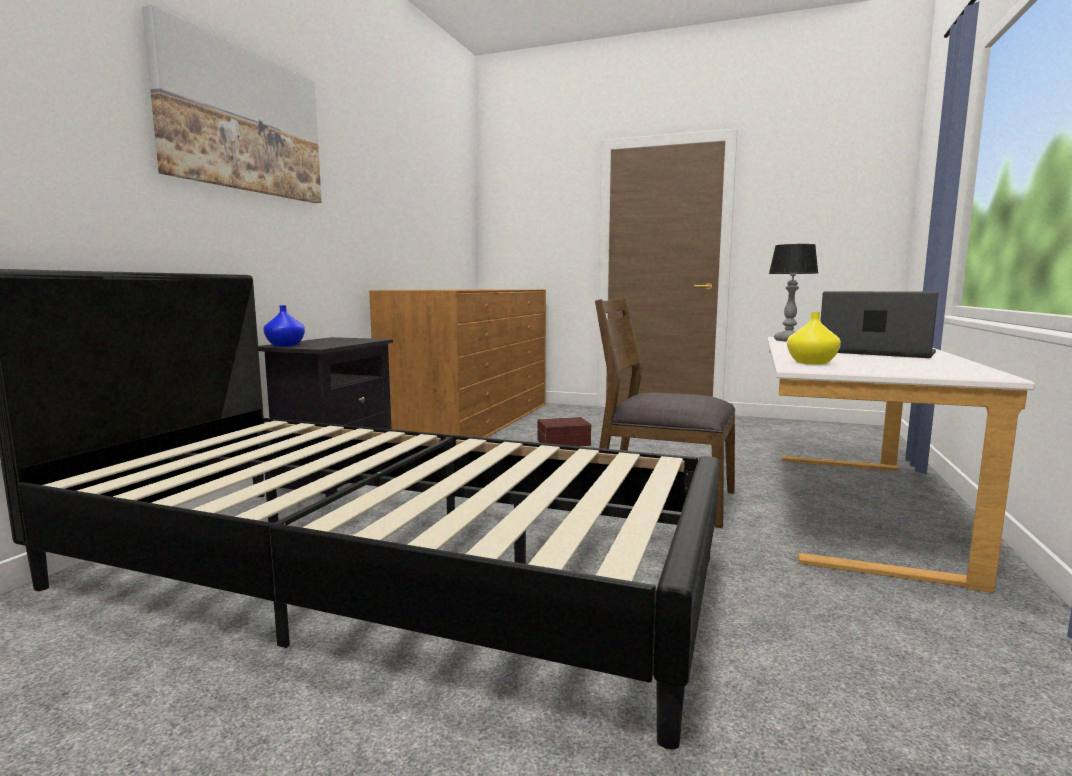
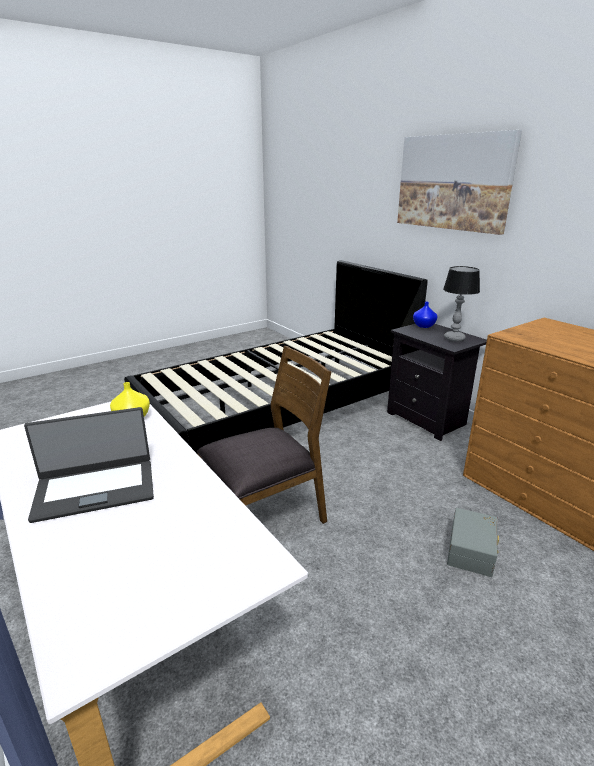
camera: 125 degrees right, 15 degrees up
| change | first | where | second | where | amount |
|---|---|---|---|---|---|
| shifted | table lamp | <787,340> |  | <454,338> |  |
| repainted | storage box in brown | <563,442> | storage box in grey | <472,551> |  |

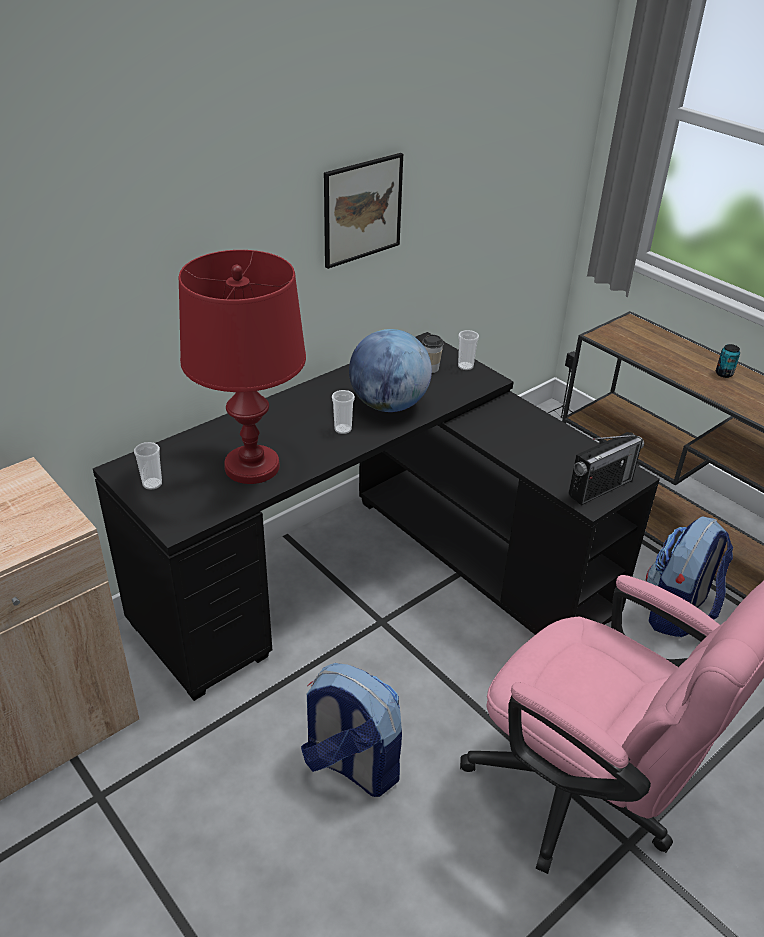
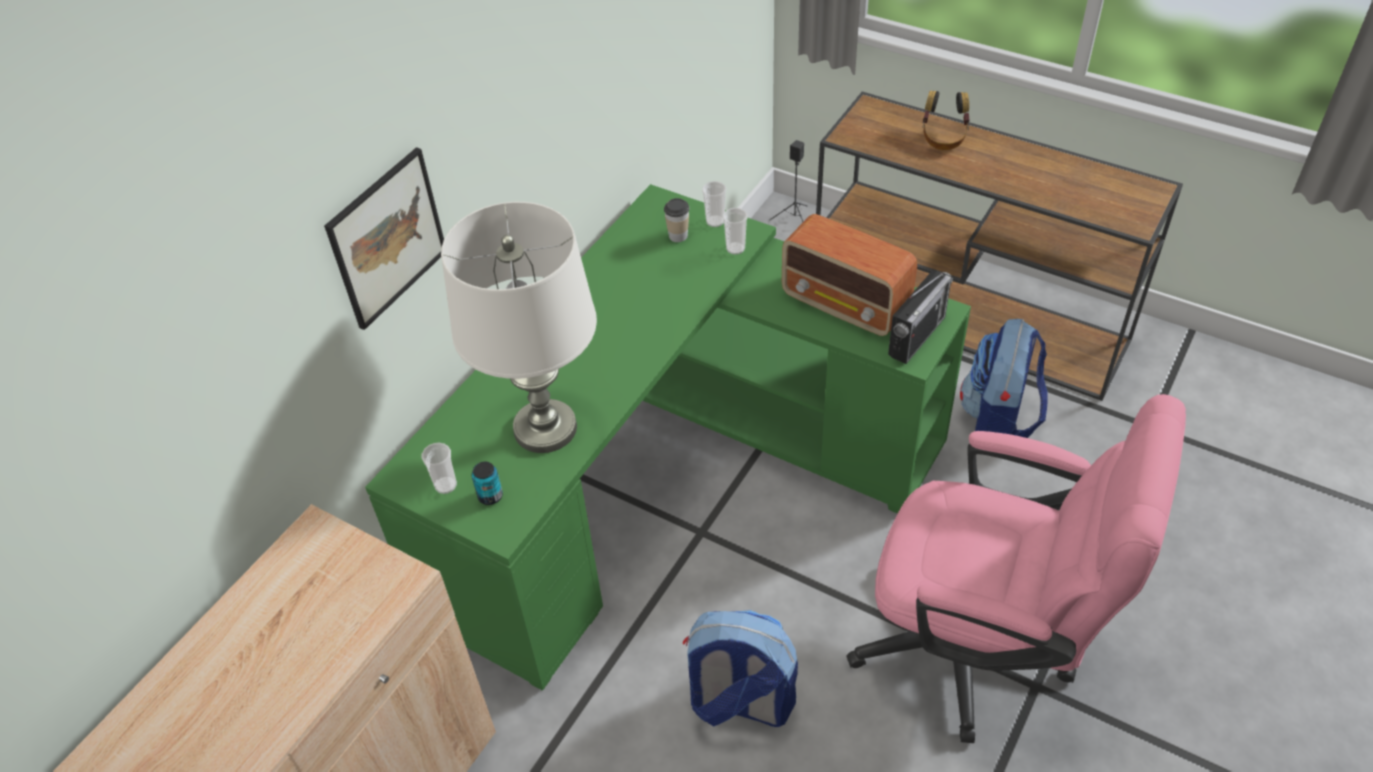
camera: 15 degrees left, 10 degrees up
| change | first | where | second | where | amount |
|---|---|---|---|---|---|
| shifted | picture | <362,210> |  | <387,238> |  |
| repainted | table lamp in red | <251,467> | table lamp in white | <545,428> |  |
| gone | globe | <388,405> |  |  |  |
| repainted | desk in black | <376,576> | desk in green | <672,480> |  |
| shifted | can | <724,373> |  | <490,496> |  |
| shifted | cup | <343,429> |  | <735,248> |  |
| new |  |  | headphones | <943,137> |  |
| new |  |  | radio | <846,305> |  |

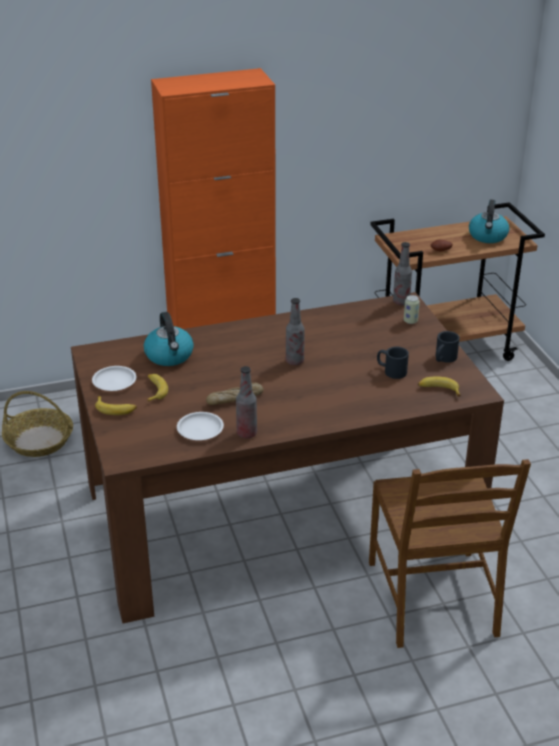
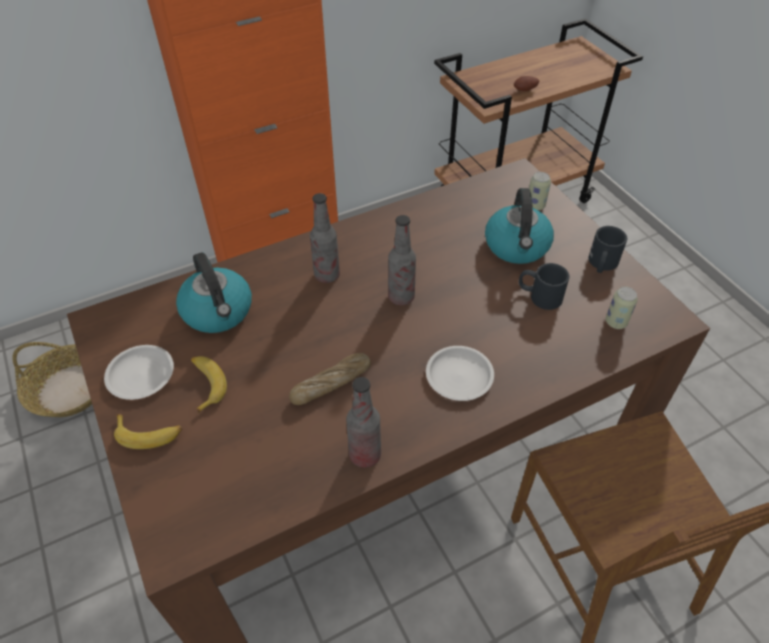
camera: 10 degrees left, 15 degrees up
| change | first | where | second | where | amount |
|---|---|---|---|---|---|
| shifted | kettle | <488,236> |  | <517,246> |  |
| shifted | bottle | <401,302> |  | <327,275> |  |
| swapped | banana | <438,390> | can | <616,322> |  |
| shifted | plate in white | <200,429> |  | <459,375> |  |

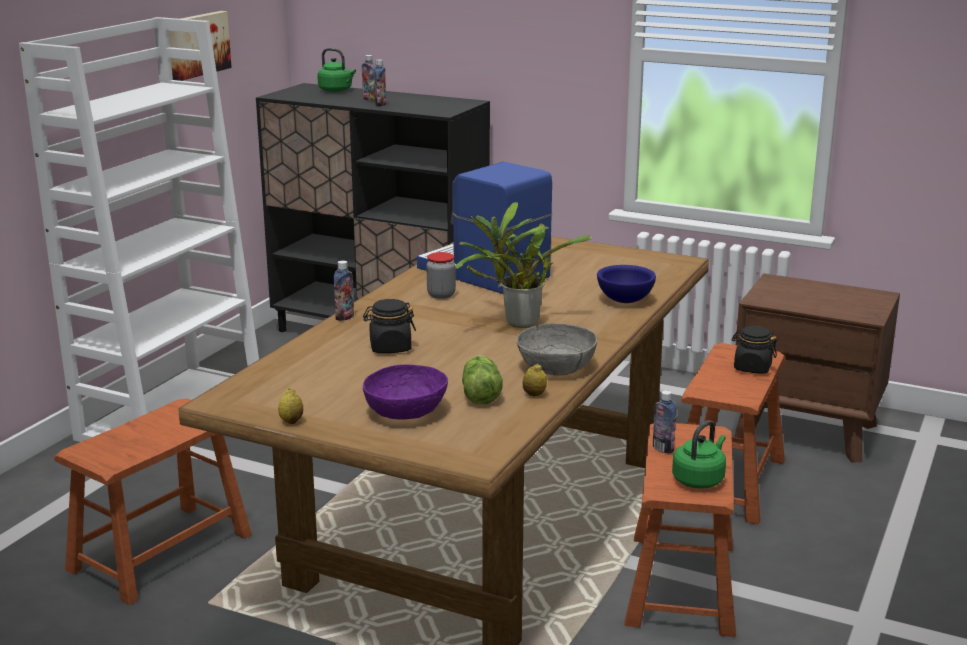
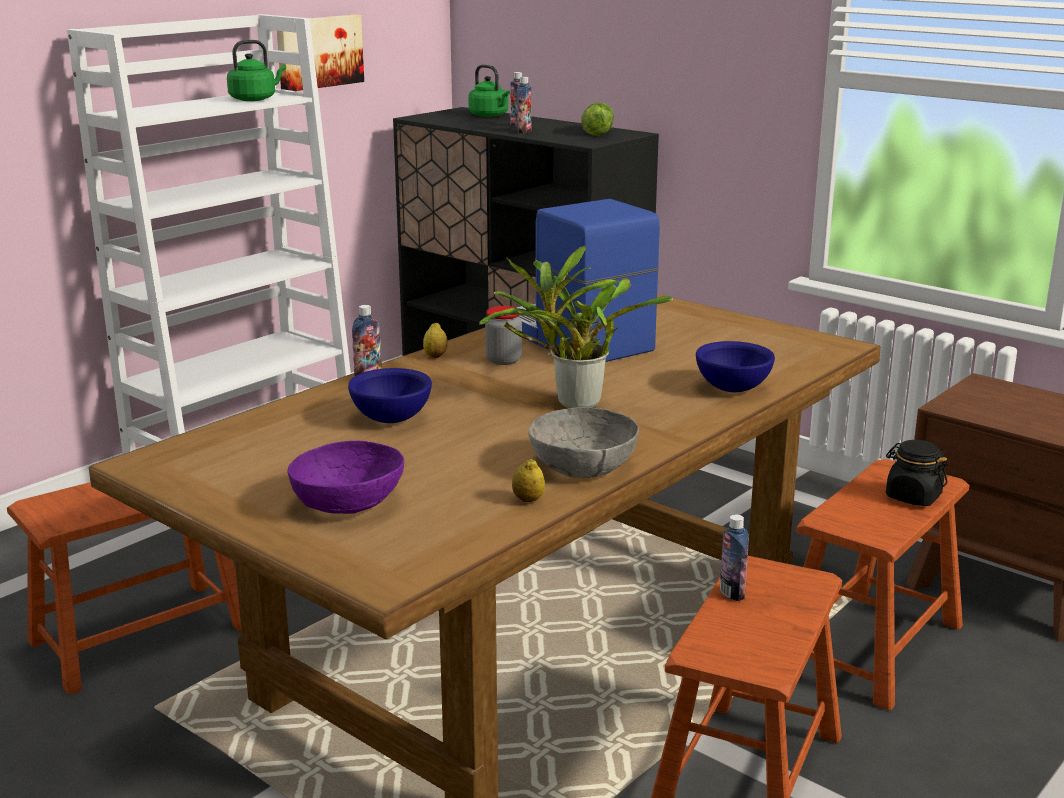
camera: 15 degrees right, 0 degrees up
| change | first | where | second | where | amount |
|---|---|---|---|---|---|
| swapped | jar in black | <390,348> | bowl in blue | <392,419> |  |
| shifted | lettuce | <480,393> |  | <598,132> |  |
| shifted | lemon | <291,421> |  | <435,356> |  |
| shifted | kettle in green | <699,479> |  | <255,99> |  |

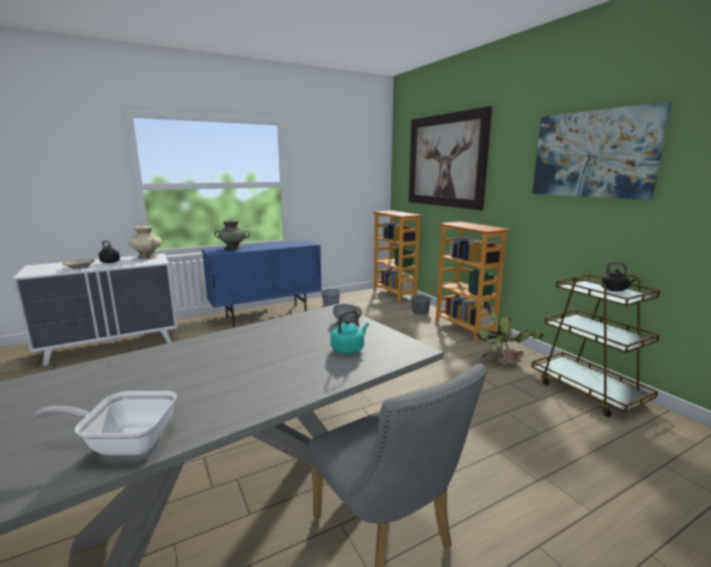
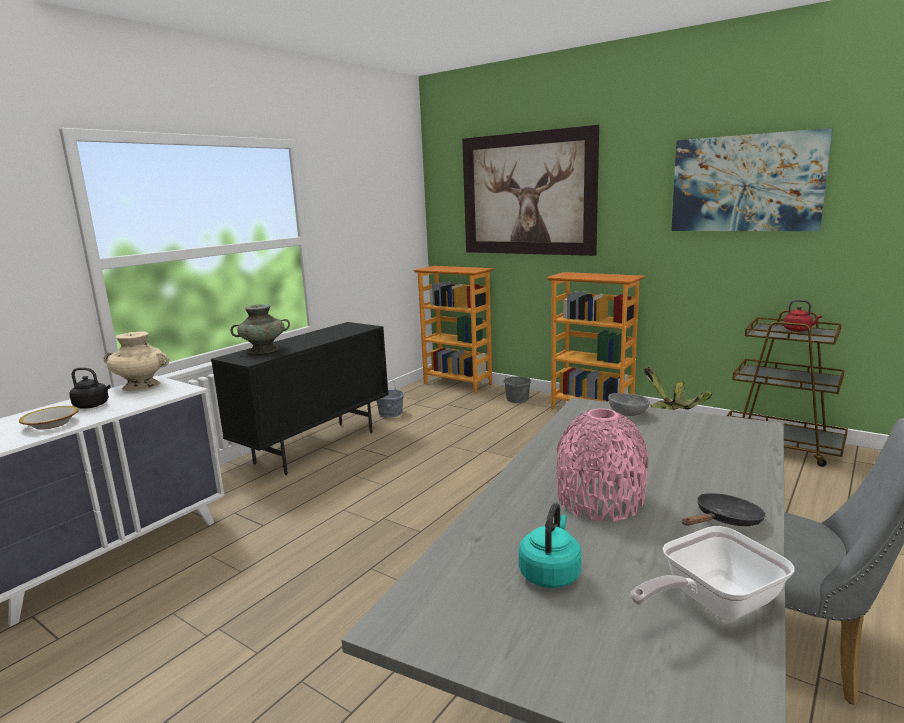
camera: 25 degrees left, 0 degrees up
| change | first | where | second | where | amount |
|---|---|---|---|---|---|
| repainted | cabinet in blue | <267,315> | cabinet in black | <316,447> |  |
| repainted | kettle in black | <615,290> | kettle in red | <799,330> |  |
| shifted | kettle in turquoise | <349,349> |  | <550,573> |  |
| new |  |  | vase in pink | <600,500> |  |
| new |  |  | frying pan in black | <724,520> |  |

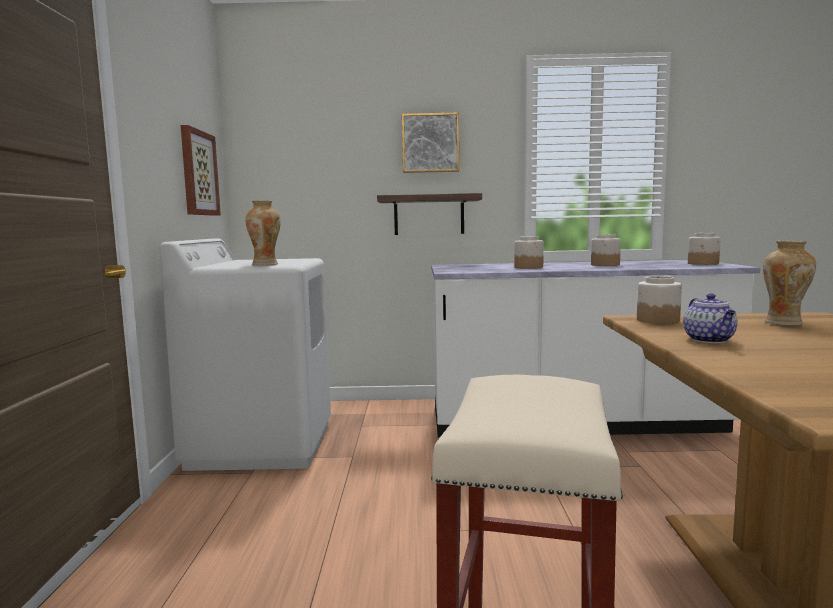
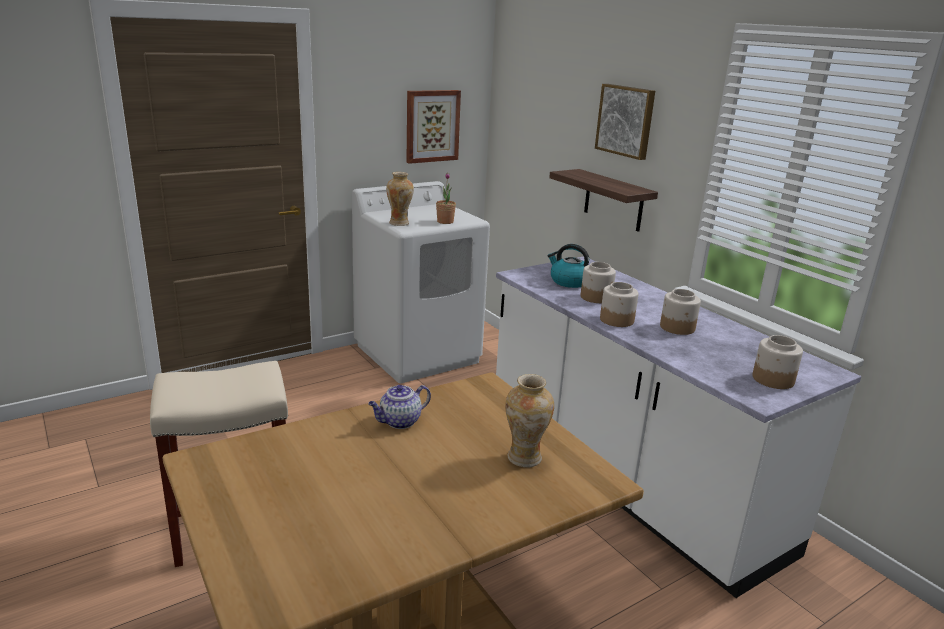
camera: 55 degrees right, 15 degrees up
| change | first | where | second | where | amount |
|---|---|---|---|---|---|
| shifted | jar | <657,320> |  | <617,320> |  |
| new |  |  | potted plant | <445,222> |  |
| new |  |  | kettle | <569,281> |  |

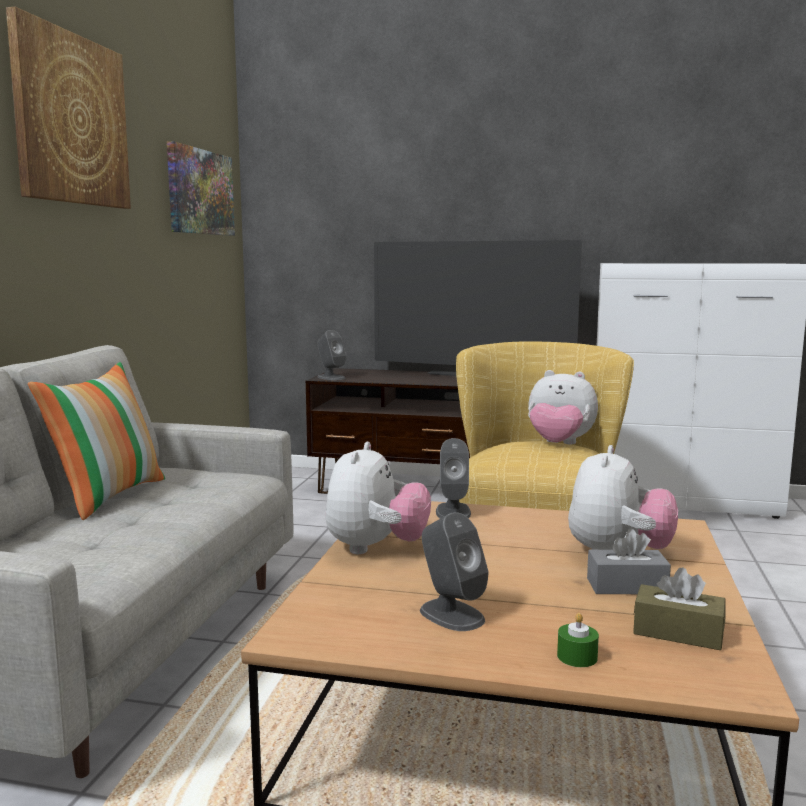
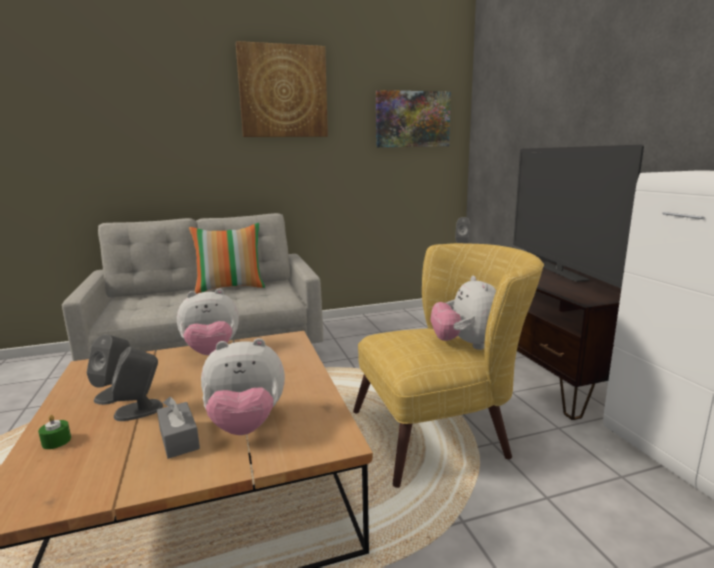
camera: 60 degrees right, 5 degrees up
| change | first | where | second | where | amount |
|---|---|---|---|---|---|
| shifted | speaker in grey | <453,512> |  | <139,410> |  |
| gone | tissue box in brown | <678,632> |  |  |  |

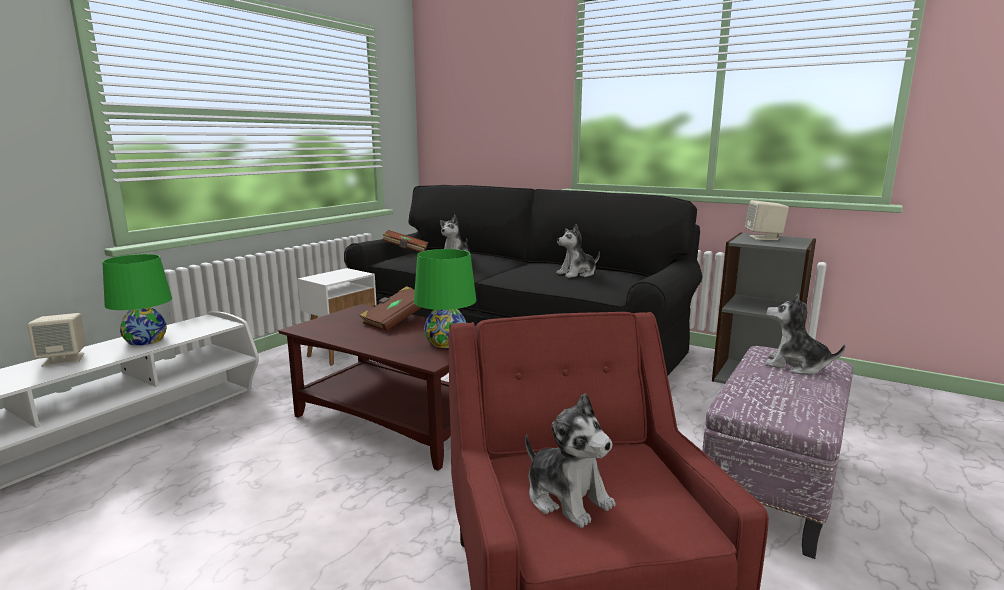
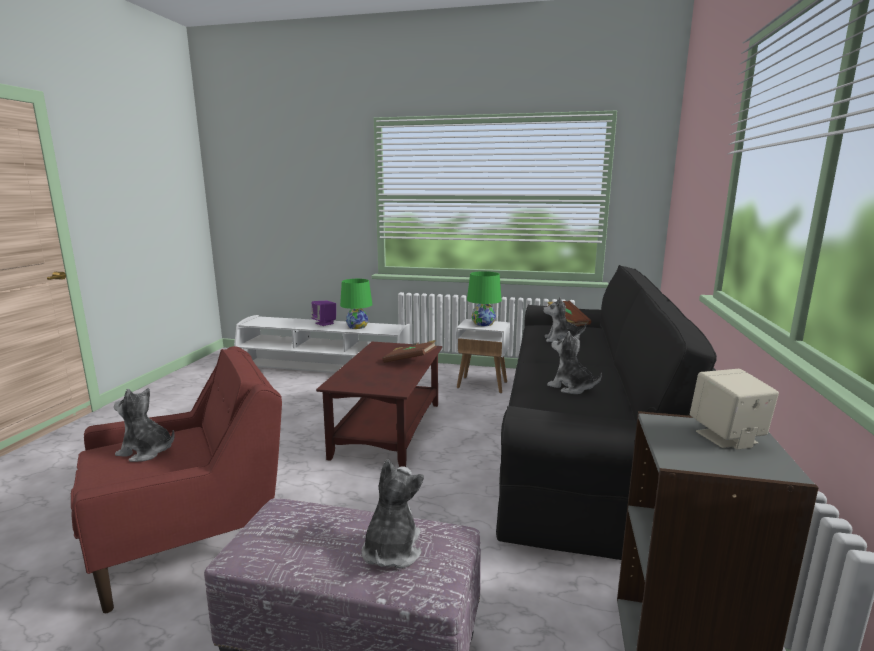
camera: 70 degrees right, 0 degrees up
| change | first | where | second | where | amount |
|---|---|---|---|---|---|
| shifted | table lamp in green | <446,342> |  | <483,324> |  |
| repainted | speaker in beige | <64,359> | speaker in purple | <324,323> |  |
| rotated | plush toy | <567,498> |  | <146,451> | 75 degrees clockwise |

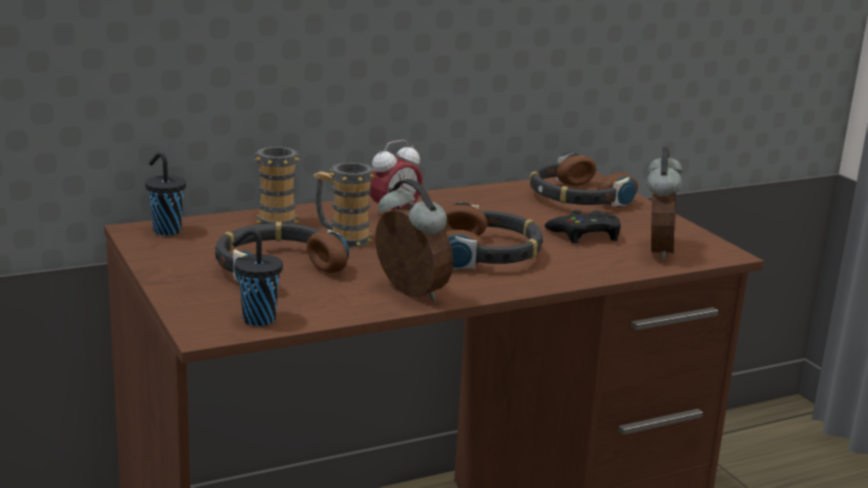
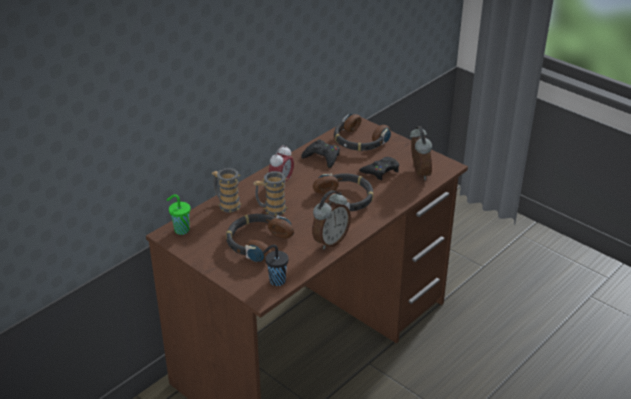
camera: 20 degrees left, 15 degrees up
| change | first | where | second | where | amount |
|---|---|---|---|---|---|
| repainted | cup in black | <166,230> | cup in green | <181,230> |  |
| rotated | alarm clock | <409,293> |  | <330,241> | 105 degrees clockwise |
| new |  |  | game controller in black | <322,157> |  |

